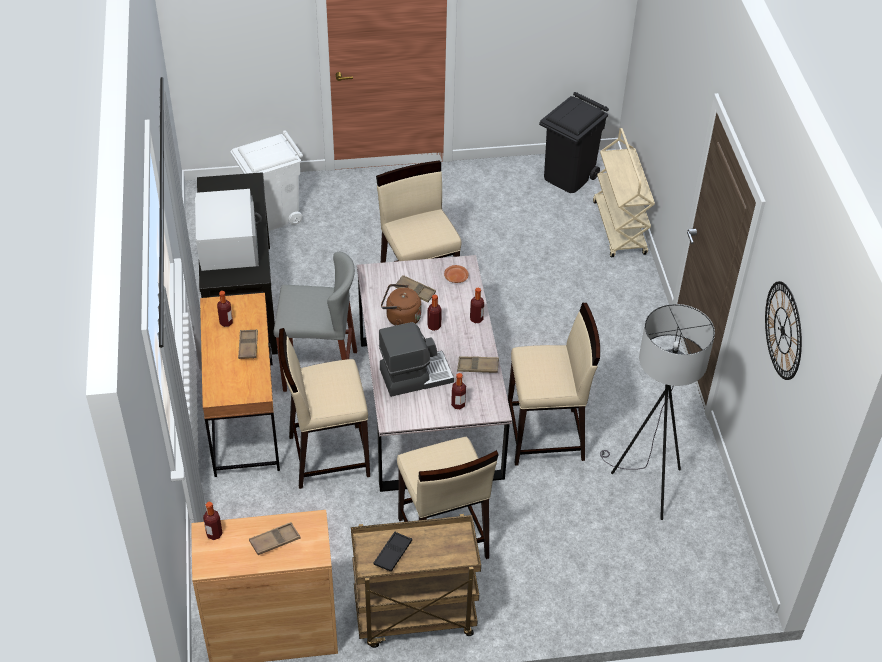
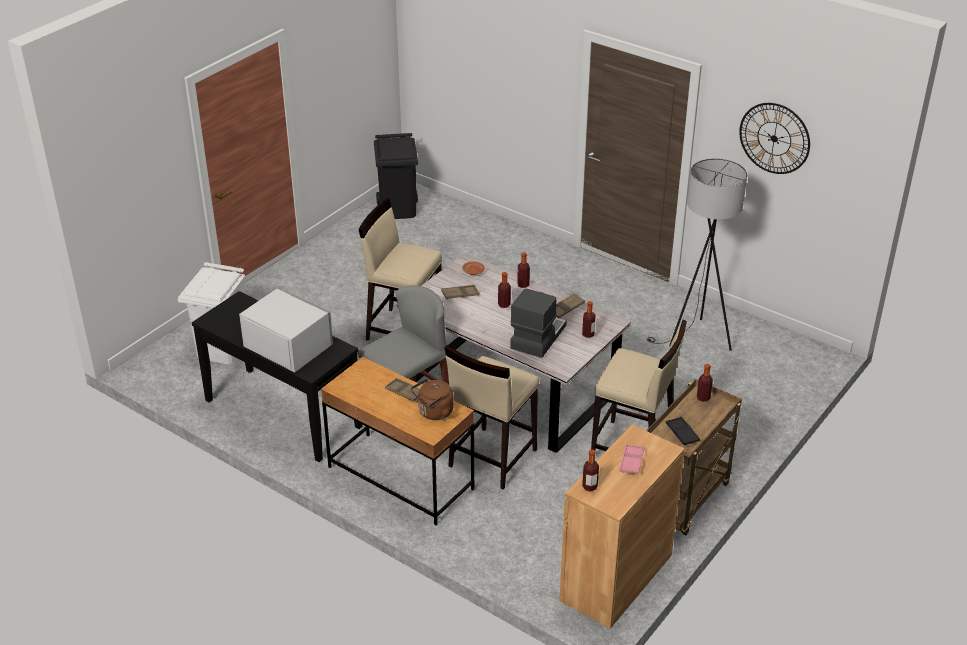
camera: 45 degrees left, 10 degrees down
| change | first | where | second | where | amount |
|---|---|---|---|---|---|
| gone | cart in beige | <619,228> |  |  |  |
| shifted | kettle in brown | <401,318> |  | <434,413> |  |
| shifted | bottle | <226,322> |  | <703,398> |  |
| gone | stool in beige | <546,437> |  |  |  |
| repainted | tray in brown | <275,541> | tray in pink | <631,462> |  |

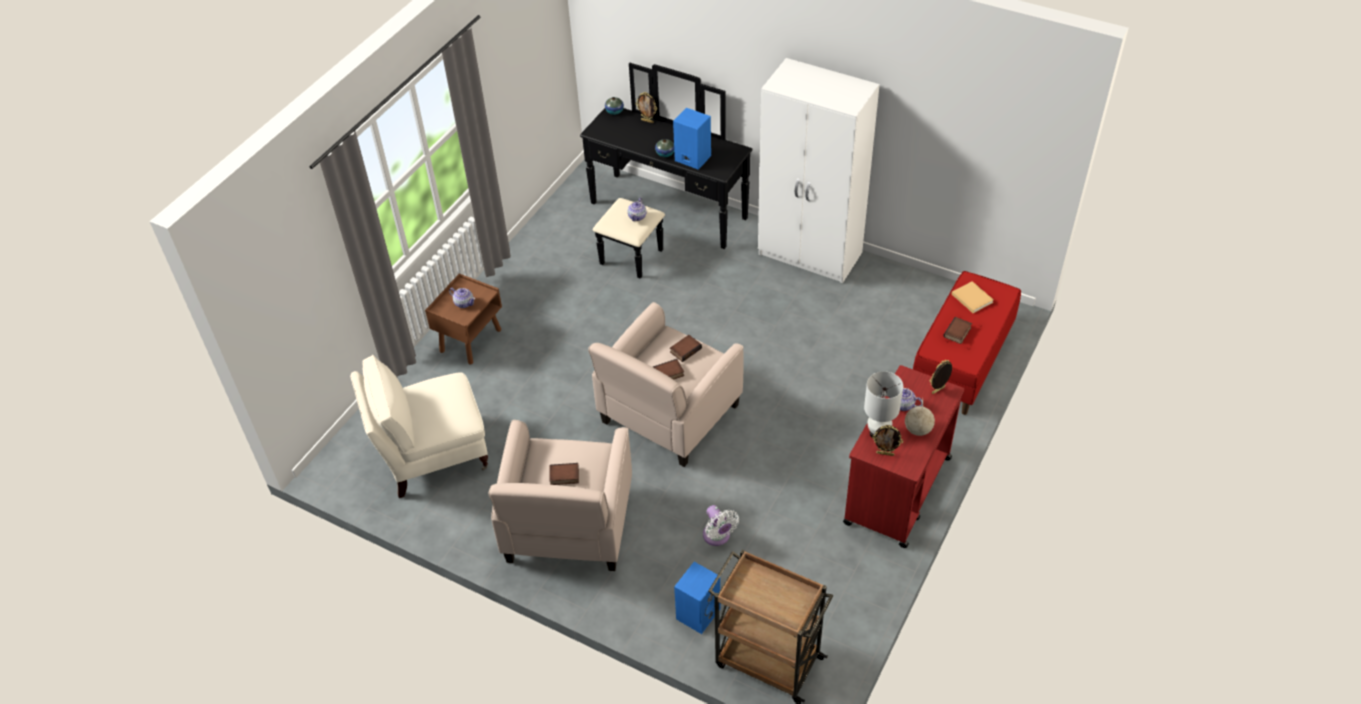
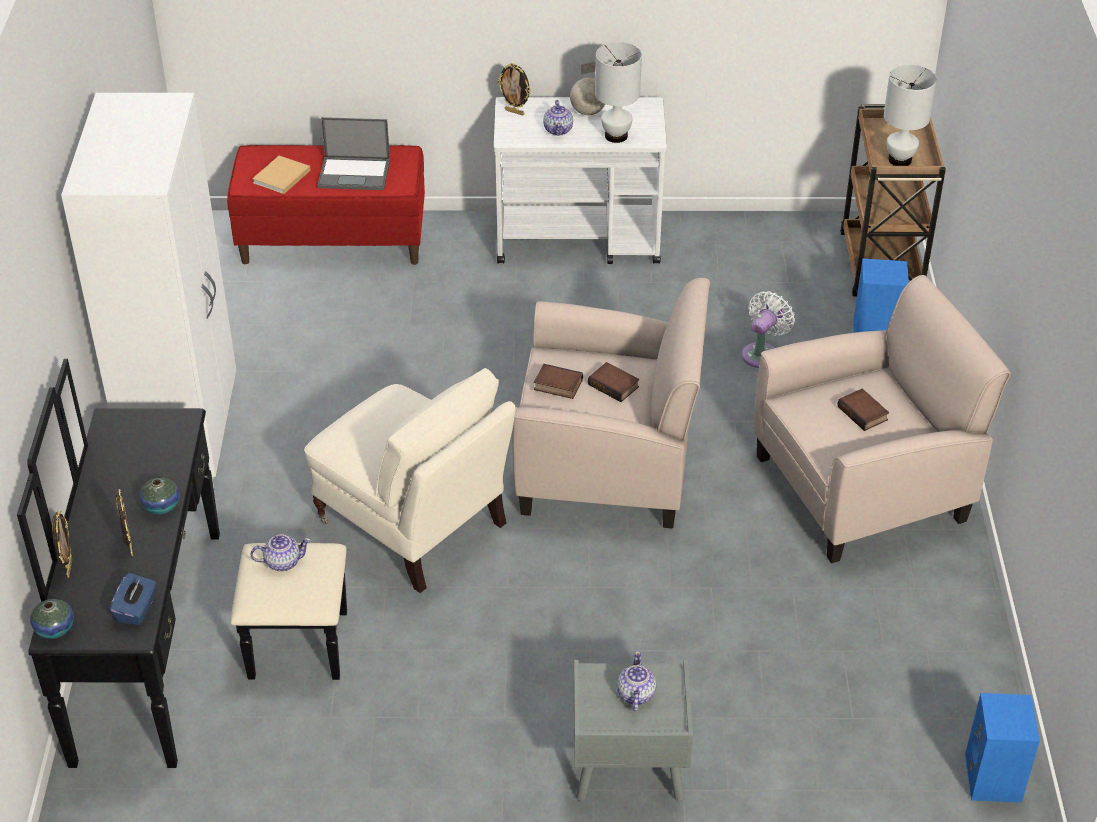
camera: 120 degrees left, 5 degrees down
| change | first | where | second | where | amount |
|---|---|---|---|---|---|
| shifted | speaker in blue | <691,158> |  | <994,779> |  |
| repainted | nightstand in brown | <471,340> | nightstand in grey | <627,770> |  |
| swapped | book | <958,333> | laptop | <355,173> |  |
| shifted | armchair in beige | <431,455> |  | <414,525> |  |
| repainted | cart in red | <897,491> | cart in white | <579,239> |  |
| shifted | picture frame | <885,453> |  | <129,546> |  |
| new |  |  | table lamp in white | <899,160> |  |
| new |  |  | tissue box in blue | <136,610> |  |

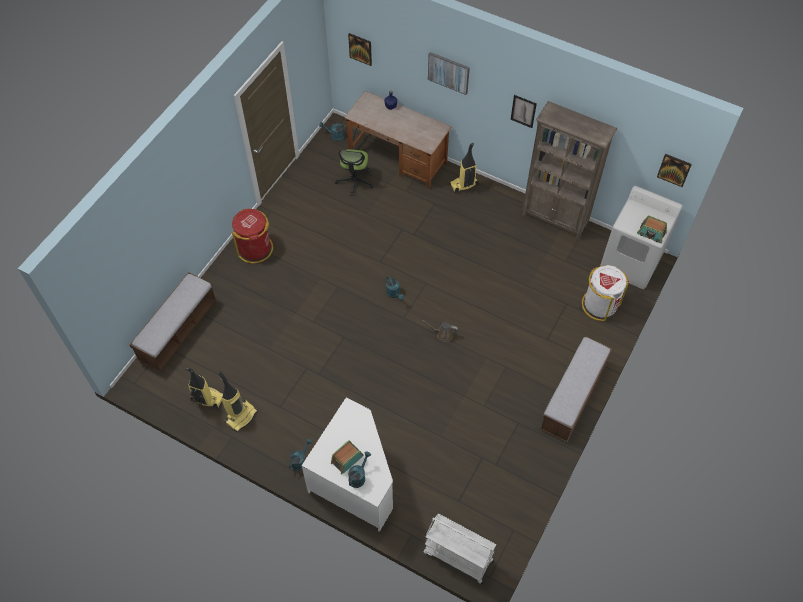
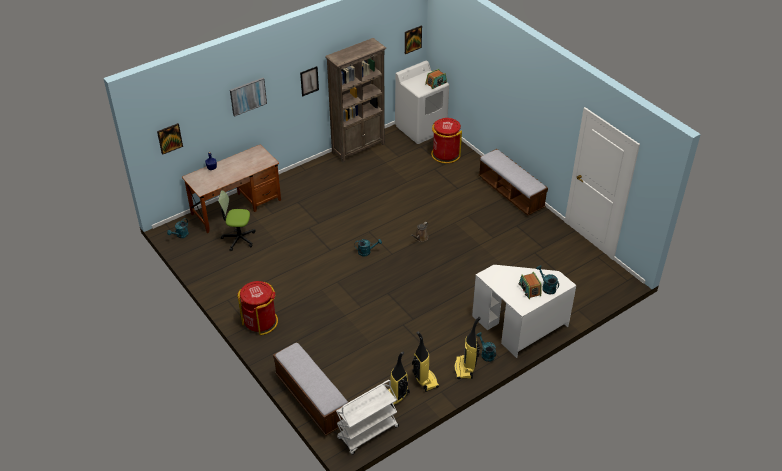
camera: 65 degrees left, 15 degrees down
| change | first | where | second | where | amount |
|---|---|---|---|---|---|
| shifted | vacuum cleaner | <463,185> |  | <465,368> |  |
| rotated | office chair | <355,181> |  | <239,238> | 150 degrees clockwise |
| repainted | trash can in white | <600,304> | trash can in red | <445,154> |  |
| shifted | cart in white | <457,557> |  | <367,433> |  |

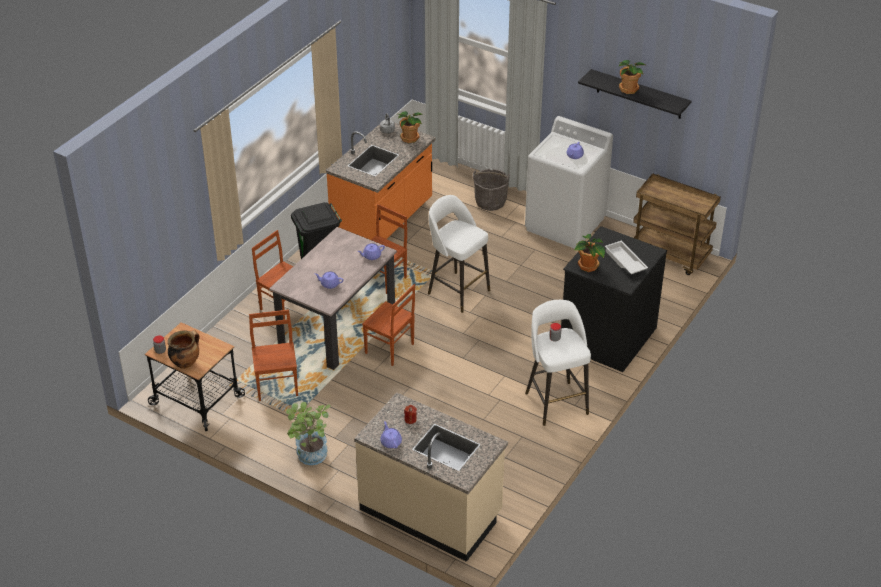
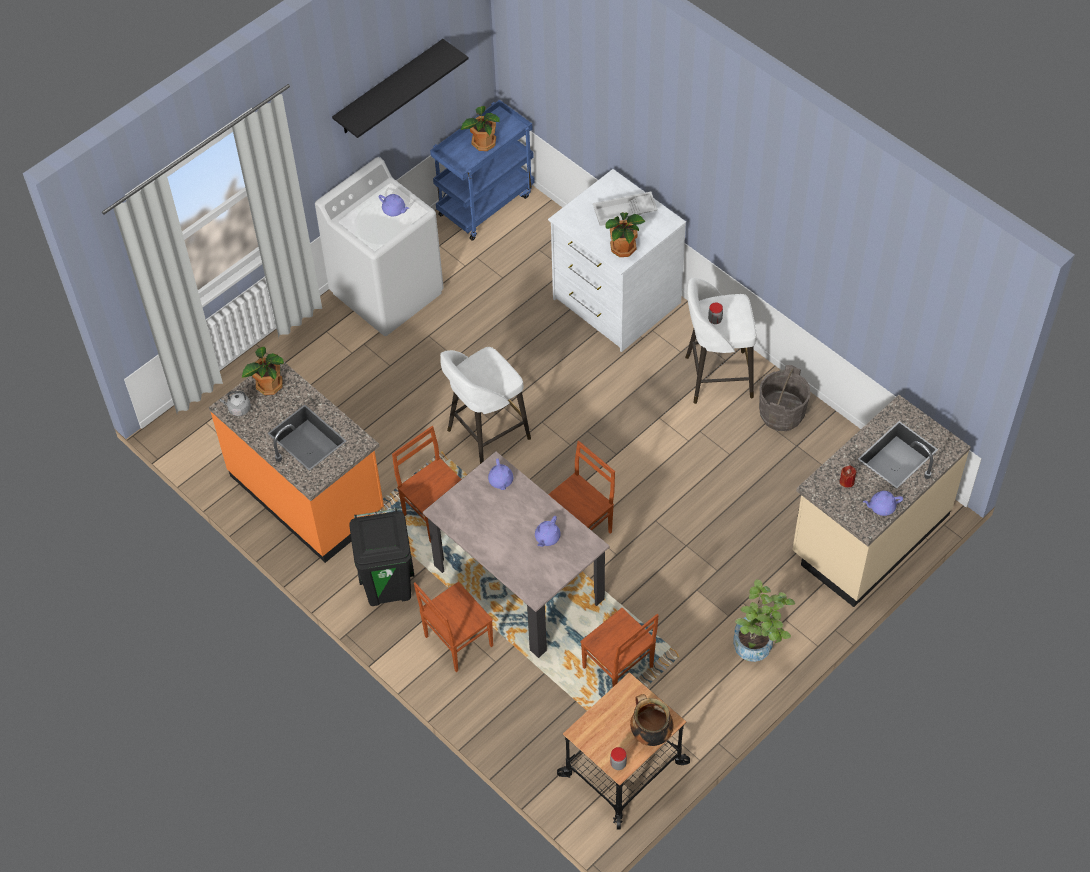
camera: 75 degrees left, 15 degrees up
| change | first | where | second | where | amount |
|---|---|---|---|---|---|
| shifted | potted plant | <628,89> |  | <483,143> |  |
| shifted | bucket in grey | <490,202> |  | <781,414> |  |
| repainted | cart in brown | <671,255> | cart in blue | <485,203> |  |
| repainted | dresser in black | <607,336> | dresser in white | <615,302> |  |
| rotated | chair in brown | <277,386> |  | <618,668> | 135 degrees counterclockwise |

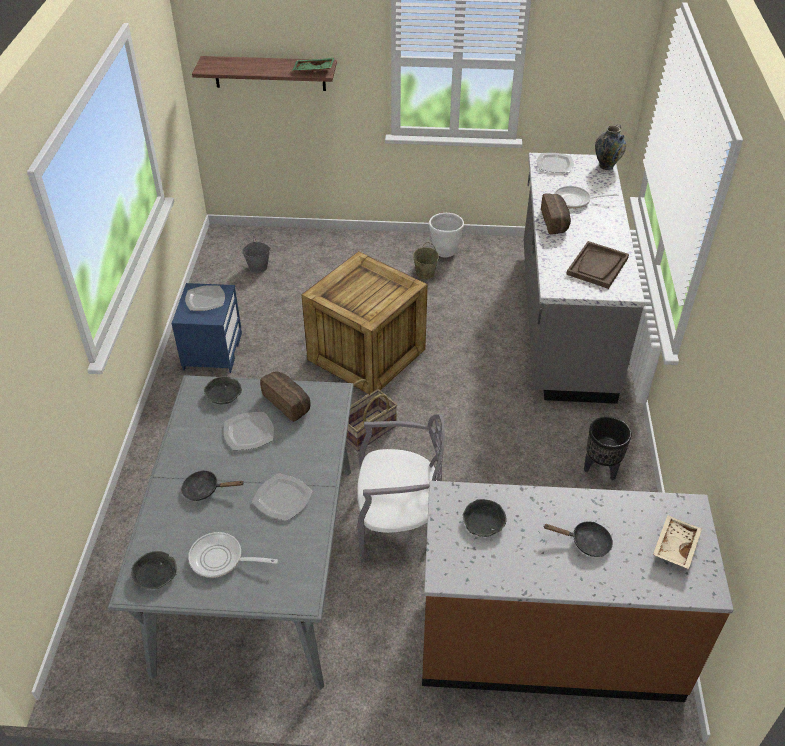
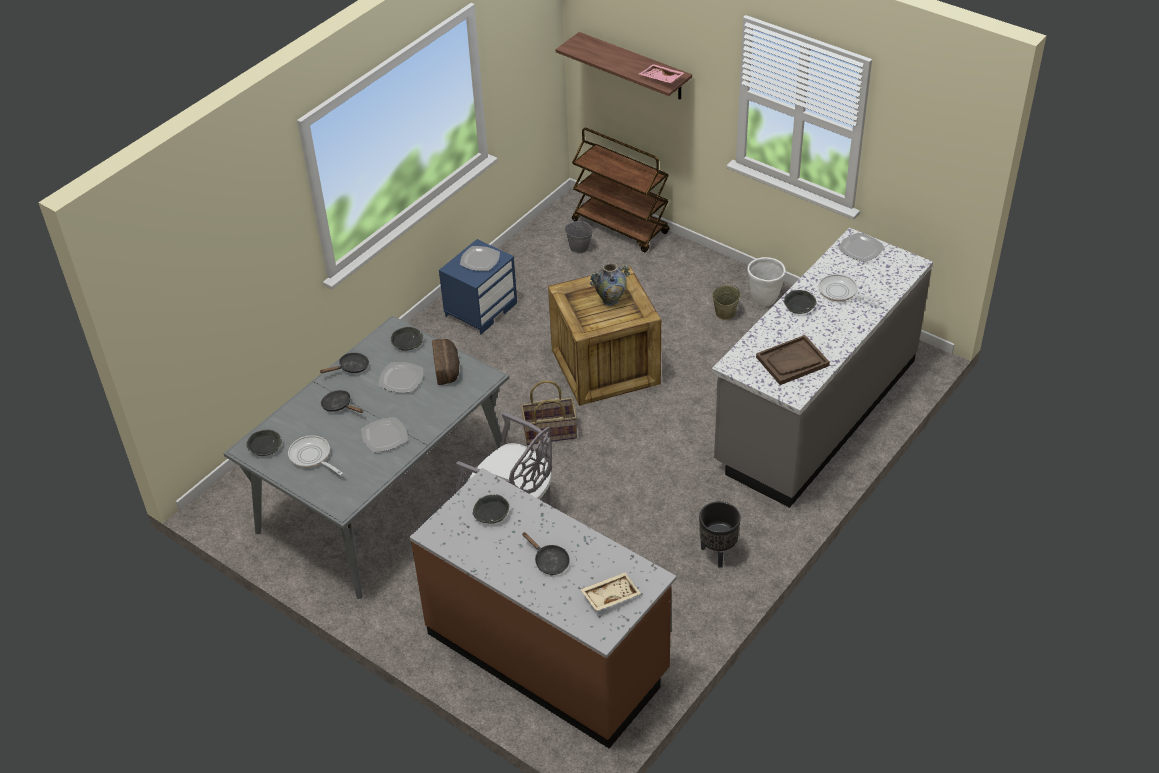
camera: 35 degrees right, 0 degrees up
| change | first | where | second | where | amount |
|---|---|---|---|---|---|
| repainted | tray in green | <313,70> | tray in pink | <660,79> |  |
| shifted | vase | <606,166> |  | <610,300> |  |
| swapped | bread | <555,222> | bowl in grey | <799,306> |  |
| new |  |  | cart in brown | <621,227> |  |
| new |  |  | frying pan in black | <351,368> |  |

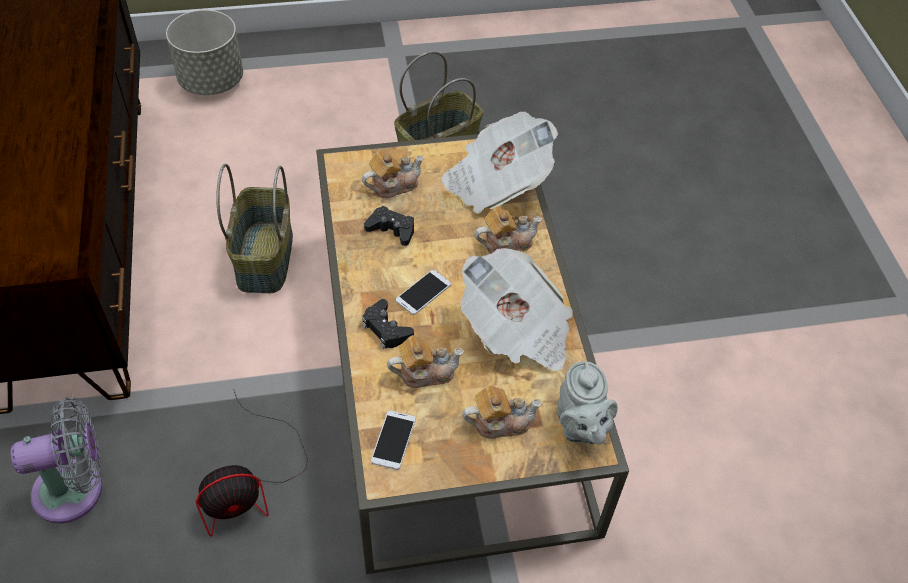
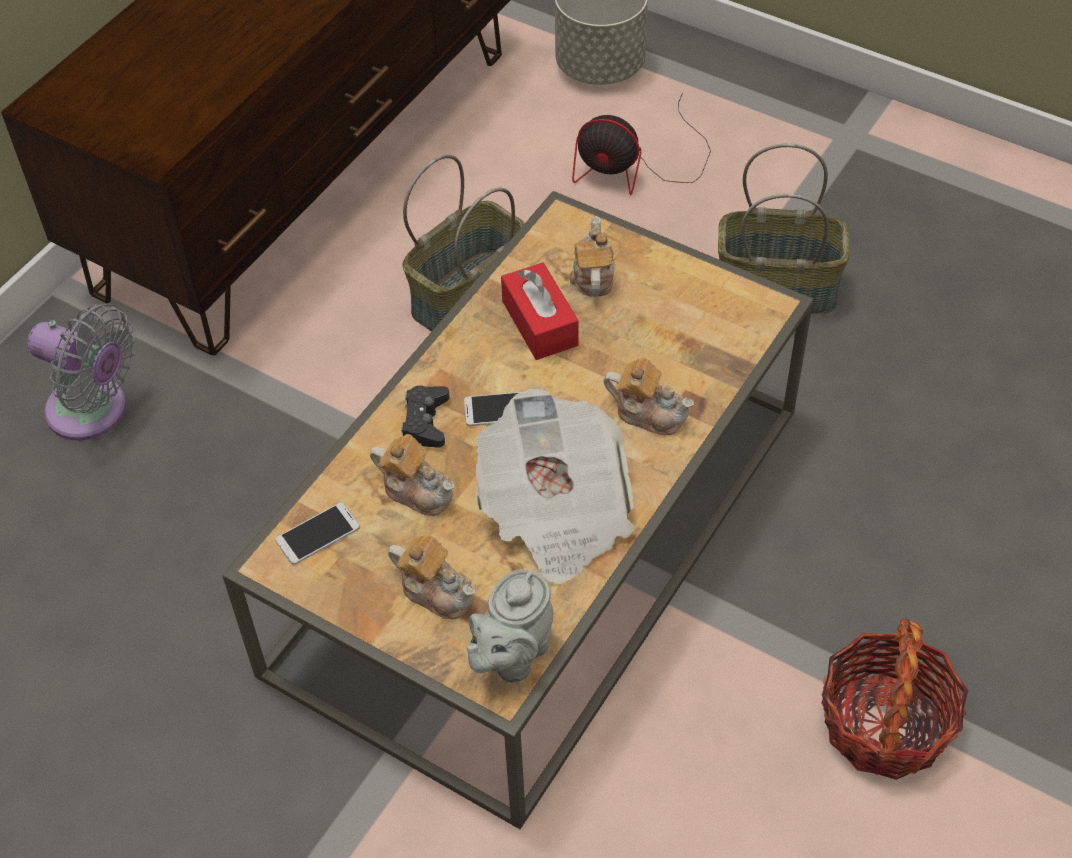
camera: 45 degrees right, 0 degrees up
| change | first | where | second | where | amount |
|---|---|---|---|---|---|
| gone | newspaper | <496,182> |  |  |  |
| rotated | teapot | <393,185> |  | <592,276> | 105 degrees counterclockwise |
| swapped | game controller in black | <392,230> | tissue box in red | <540,323> |  |
| shifted | fan | <250,484> |  | <636,167> |  |
| new |  |  | basket | <885,724> |  |

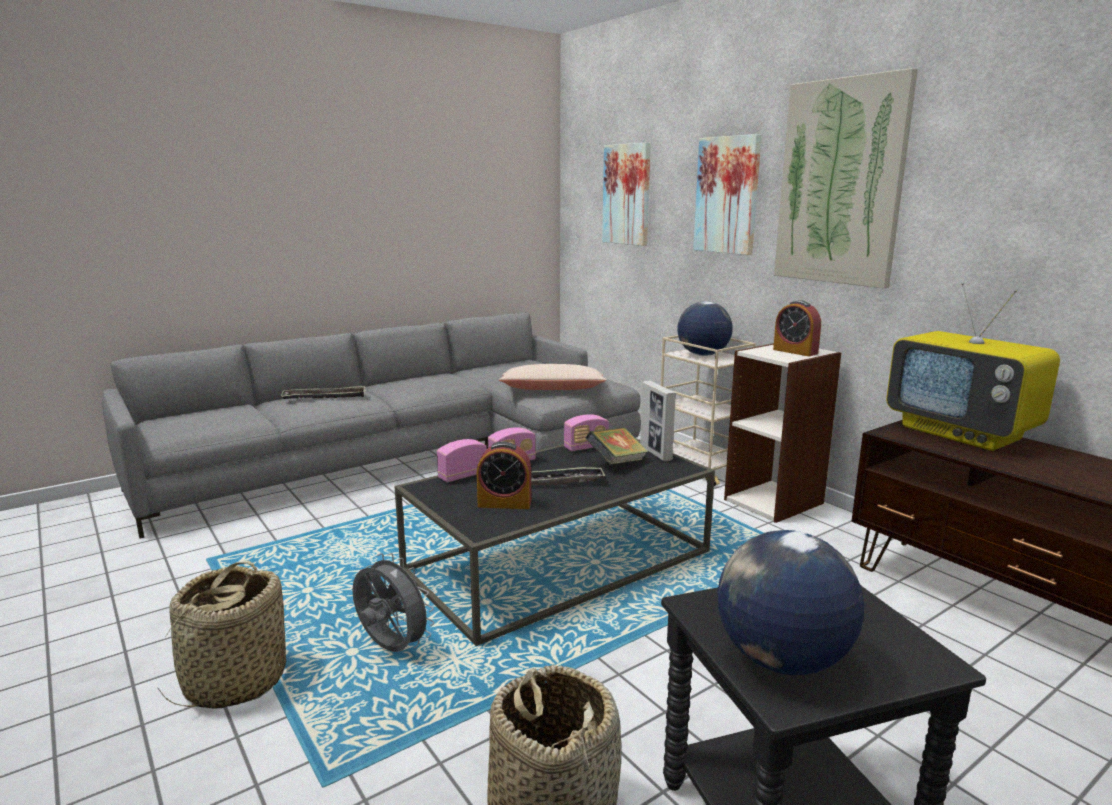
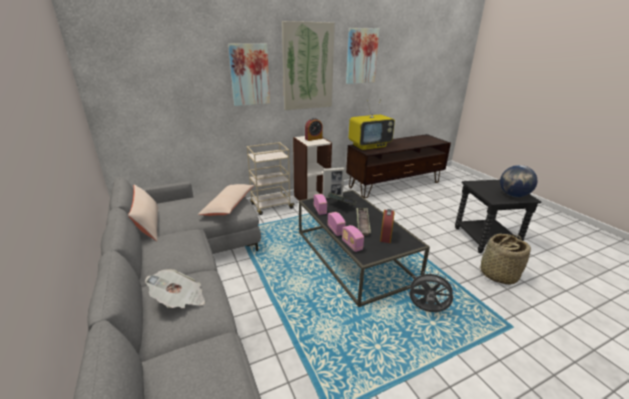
camera: 80 degrees left, 10 degrees up
| change | first | where | second | where | amount |
|---|---|---|---|---|---|
| shifted | picture | <627,194> |  | <361,56> |  |
| gone | globe | <702,355> |  |  |  |
| swapped | tray | <325,397> | newspaper | <180,300> |  |
| rotated | fan in grey | <391,648> |  | <426,310> | 60 degrees clockwise |
| gone | basket | <234,682> |  |  |  |
| new |  |  | pillow in beige | <148,225> |  |

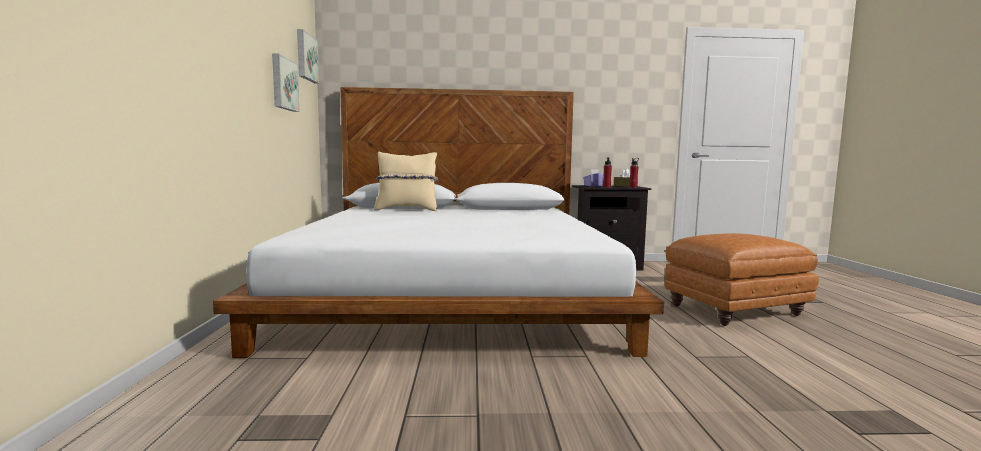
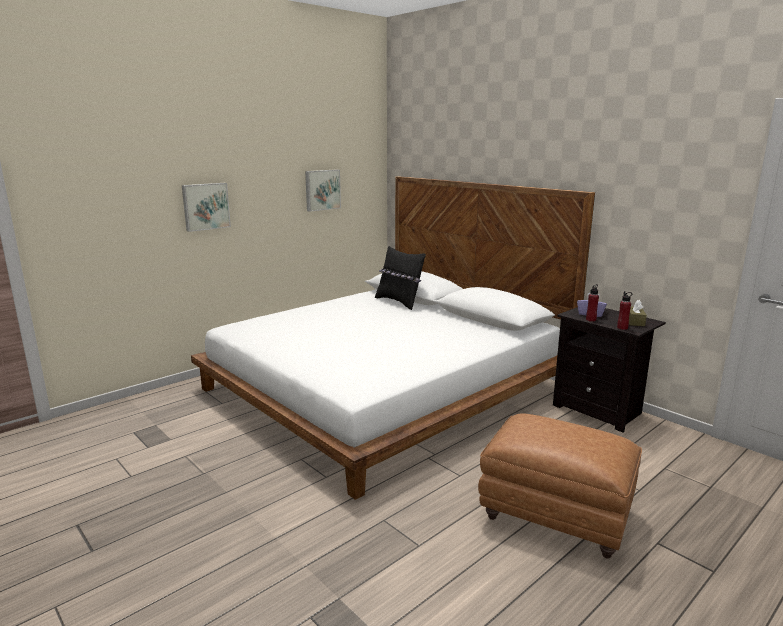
camera: 50 degrees right, 10 degrees up
| change | first | where | second | where | amount |
|---|---|---|---|---|---|
| shifted | picture | <305,57> |  | <205,206> |  |
| repainted | pillow in beige | <407,209> | pillow in black | <399,302> |  |

